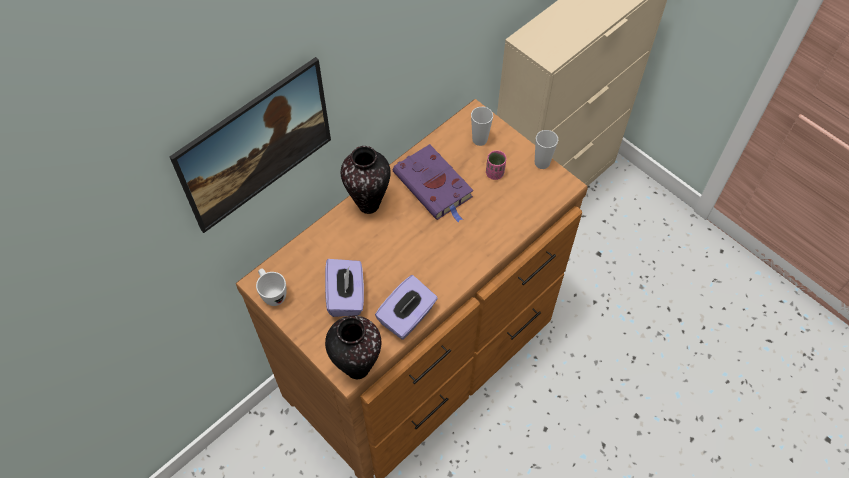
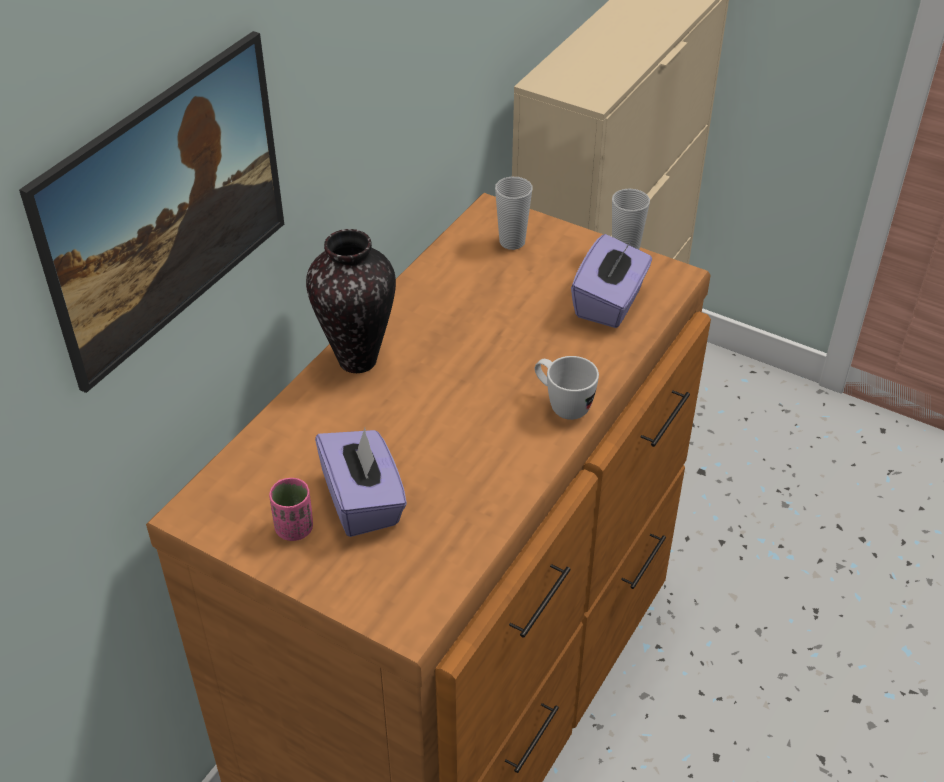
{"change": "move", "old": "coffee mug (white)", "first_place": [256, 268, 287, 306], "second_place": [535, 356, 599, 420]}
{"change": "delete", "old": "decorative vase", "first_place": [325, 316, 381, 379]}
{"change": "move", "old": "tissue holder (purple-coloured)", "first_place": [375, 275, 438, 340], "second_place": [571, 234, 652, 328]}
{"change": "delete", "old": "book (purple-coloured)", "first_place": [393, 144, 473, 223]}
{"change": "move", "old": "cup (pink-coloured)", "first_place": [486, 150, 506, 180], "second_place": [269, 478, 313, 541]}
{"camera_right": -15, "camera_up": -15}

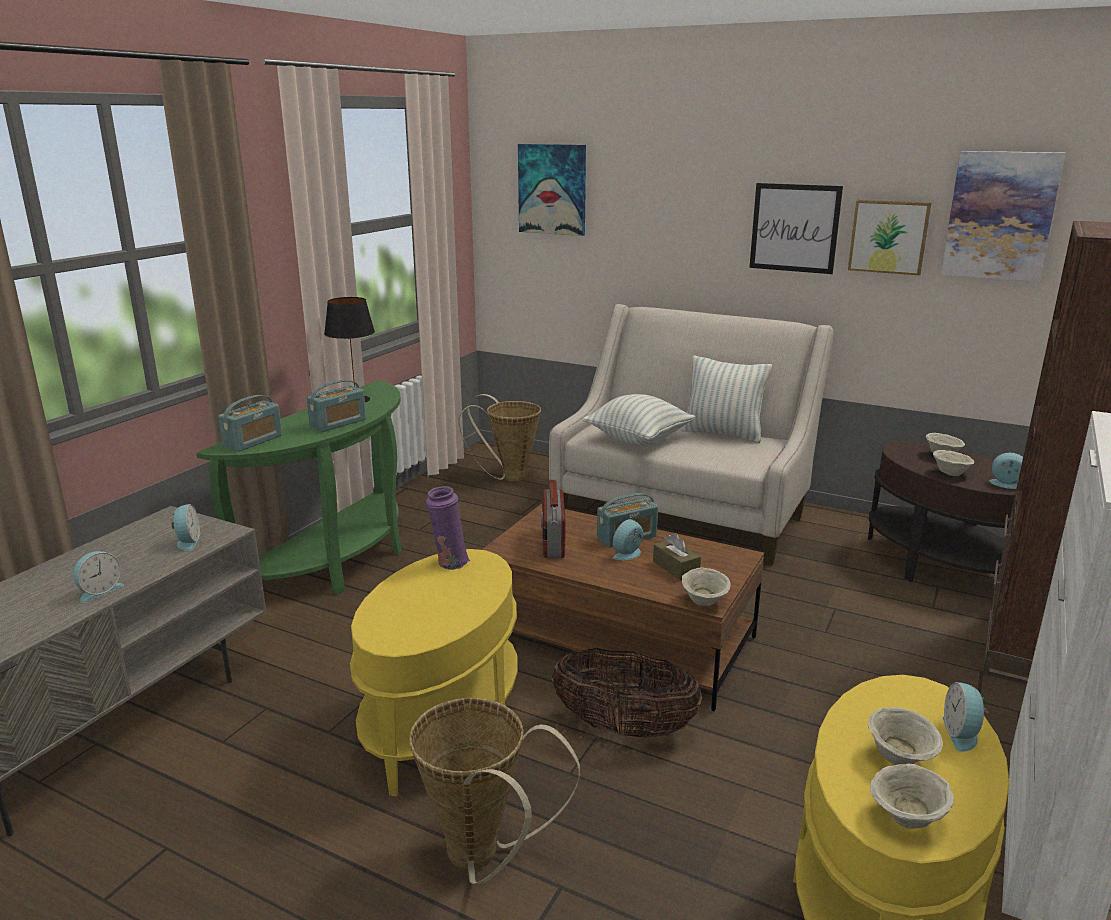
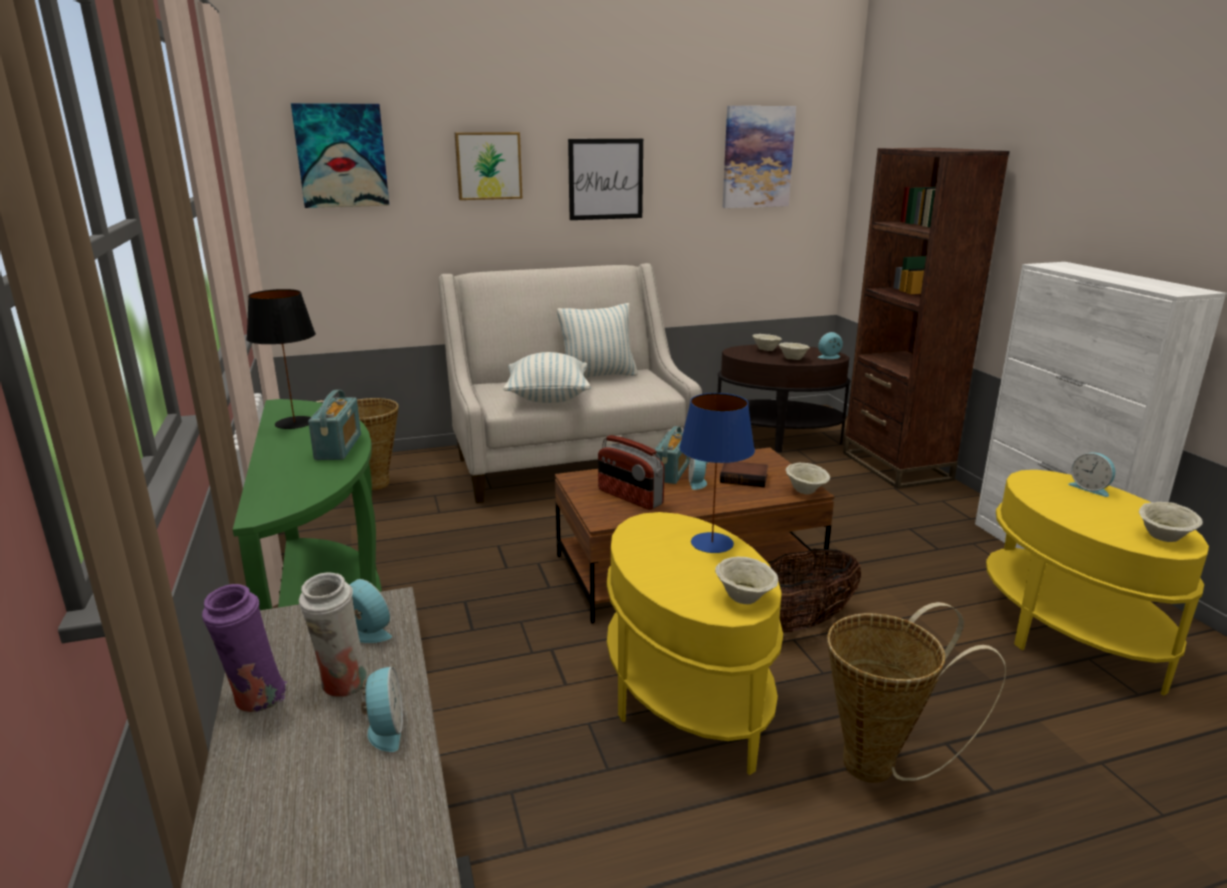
{"change": "delete", "old": "radio receiver", "first_place": [218, 395, 282, 452]}
{"change": "move", "old": "decorative vase (purple-coloured)", "first_place": [426, 486, 470, 570], "second_place": [202, 584, 287, 712]}
{"change": "replace", "old": "tissue holder (brown)", "new": "book", "first_place": [653, 533, 701, 580], "second_place": [720, 462, 768, 487]}
{"change": "move", "old": "picture", "first_place": [848, 200, 931, 275], "second_place": [455, 132, 522, 200]}
{"change": "move", "old": "bowl (beige-coloured)", "first_place": [868, 707, 943, 765], "second_place": [715, 557, 778, 604]}
{"change": "insert", "new": "decorative vase (white)", "second_place": [299, 572, 370, 697]}
{"change": "insert", "new": "tabletop lamp (bluish)", "second_place": [679, 393, 755, 553]}
{"camera_right": -45, "camera_up": 0}

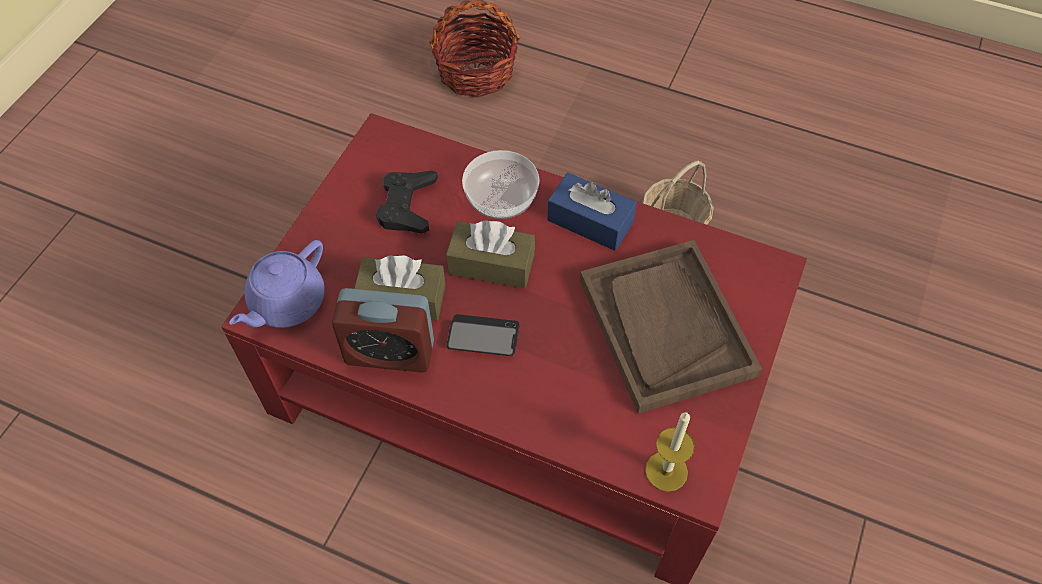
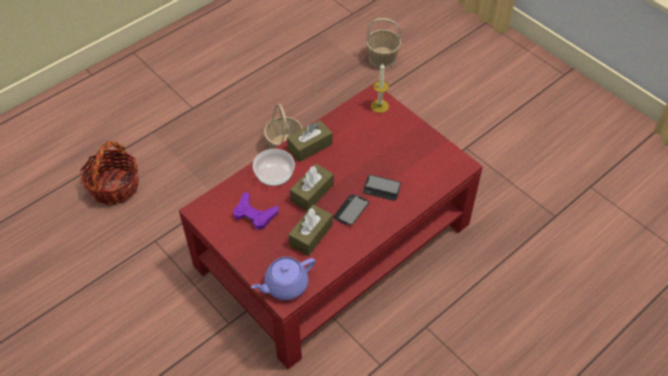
{"change": "rotate", "old": "pot for tea (purple-coloured)", "first_place": [229, 240, 325, 328], "second_place": [251, 257, 316, 300], "degrees": 90}
{"change": "delete", "old": "alarm clock", "first_place": [332, 288, 434, 373]}
{"change": "recolor", "old": "game controller (blackish)", "new": "game controller (purple-coloured)", "first_place": [376, 170, 438, 234], "second_place": [233, 191, 279, 230]}
{"change": "recolor", "old": "tissue holder (bluish)", "new": "tissue holder (brown)", "first_place": [547, 173, 637, 251], "second_place": [287, 120, 333, 162]}
{"change": "delete", "old": "serving tray (brown)", "first_place": [580, 240, 762, 414]}
{"change": "move", "old": "candle", "first_place": [645, 412, 695, 492], "second_place": [371, 63, 389, 113]}
{"change": "insert", "new": "telephone", "second_place": [363, 175, 401, 201]}
{"change": "insert", "new": "basket", "second_place": [366, 18, 402, 69]}
{"camera_right": -65, "camera_up": -5}

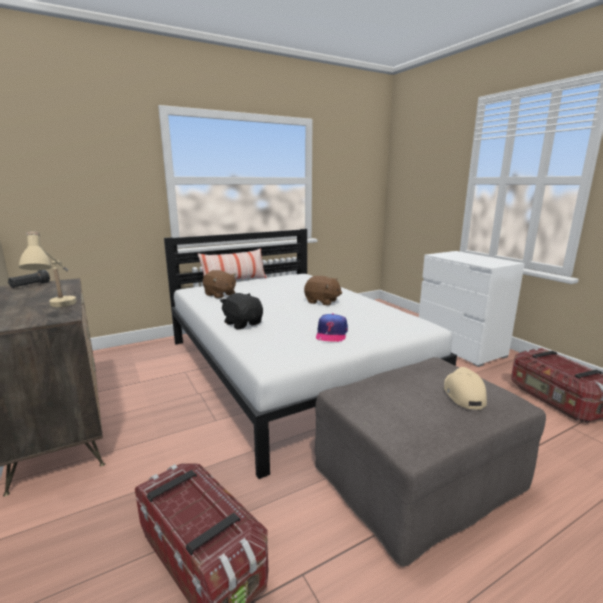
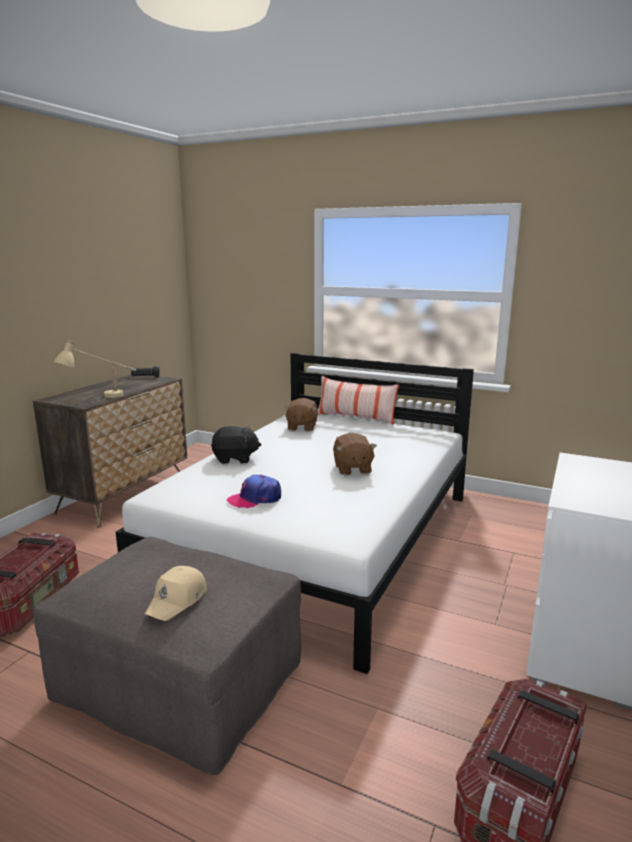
{"change": "rotate", "old": "soft toy (blackish)", "first_place": [220, 293, 263, 329], "second_place": [211, 426, 262, 464], "degrees": 75}
{"change": "rotate", "old": "peaked cap (beige-coloured)", "first_place": [444, 367, 487, 410], "second_place": [145, 566, 207, 621], "degrees": 150}
{"camera_right": 55, "camera_up": 0}

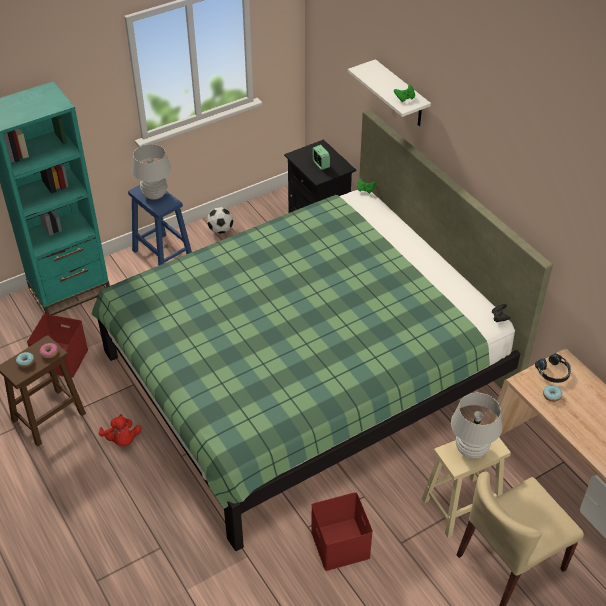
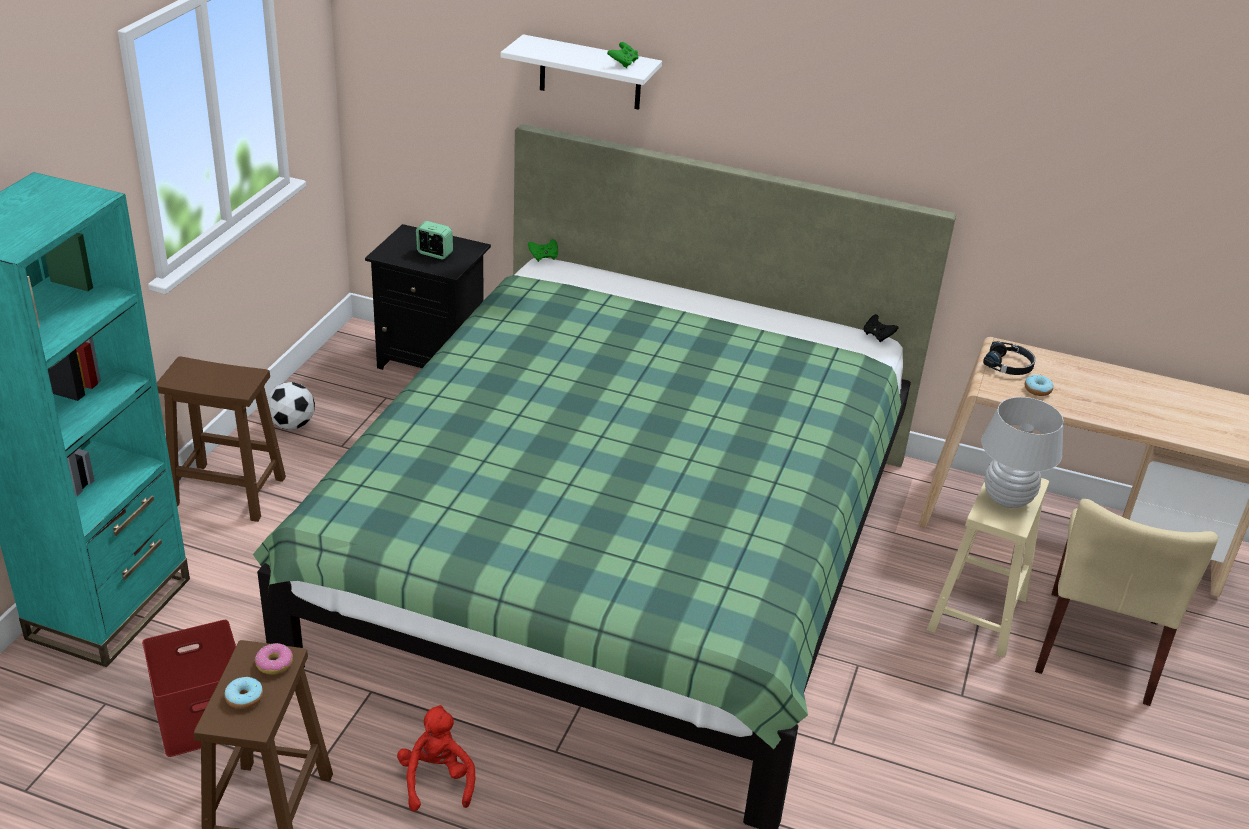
{"change": "rotate", "old": "soft toy (reddish)", "first_place": [99, 414, 141, 446], "second_place": [397, 705, 475, 811], "degrees": -120}
{"change": "recolor", "old": "stool (bluish)", "new": "stool (brown)", "first_place": [128, 185, 192, 266], "second_place": [157, 357, 286, 522]}
{"change": "delete", "old": "tabletop lamp (white)", "first_place": [132, 144, 171, 200]}
{"change": "delete", "old": "storage bin (reddish)", "first_place": [311, 492, 373, 571]}
{"camera_right": -40, "camera_up": -10}

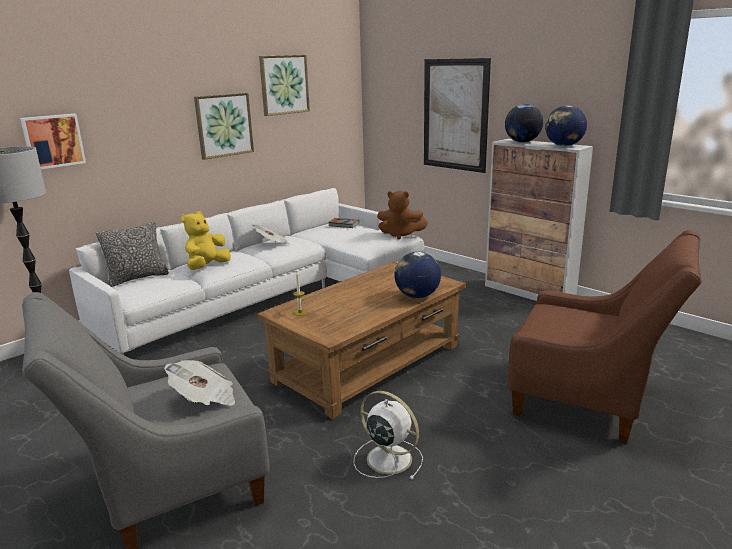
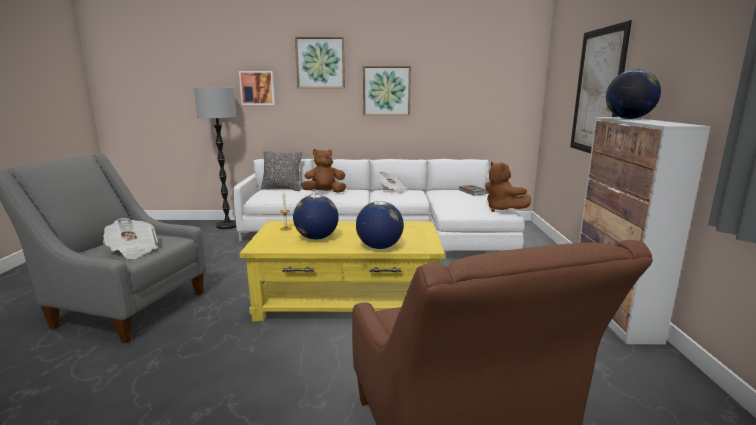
{"change": "recolor", "old": "soft toy (yellowish)", "new": "soft toy (brown)", "first_place": [181, 211, 231, 270], "second_place": [301, 149, 346, 193]}
{"change": "recolor", "old": "low table (brown)", "new": "low table (yellowish)", "first_place": [257, 262, 466, 419], "second_place": [239, 221, 445, 322]}
{"change": "move", "old": "picture", "first_place": [259, 55, 310, 116], "second_place": [295, 37, 345, 88]}
{"change": "delete", "old": "fan (white)", "first_place": [354, 391, 423, 479]}
{"change": "move", "old": "world globe", "first_place": [545, 106, 587, 146], "second_place": [293, 195, 339, 240]}
{"camera_right": 45, "camera_up": -5}

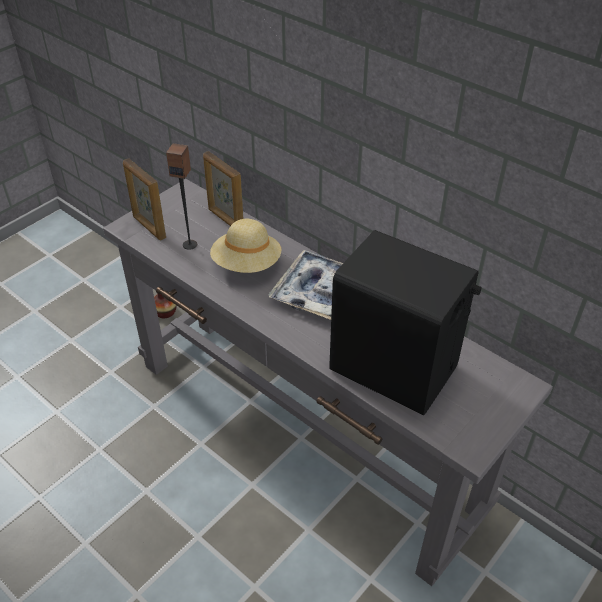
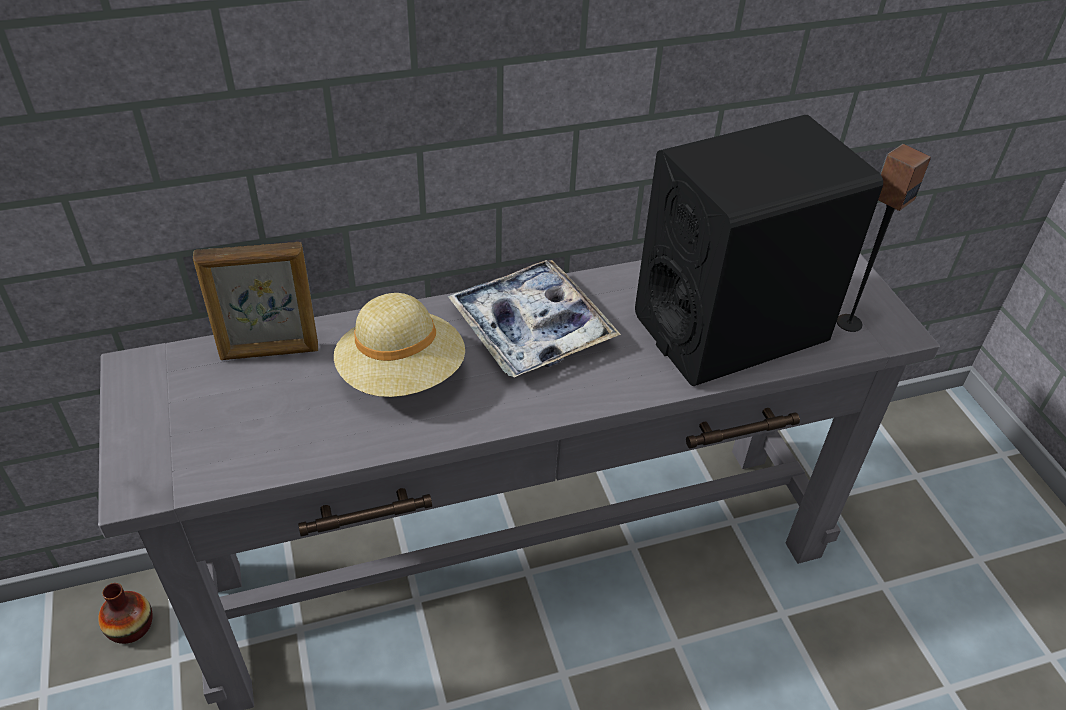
{"change": "delete", "old": "picture frame", "first_place": [123, 158, 166, 240]}
{"change": "move", "old": "audio speaker", "first_place": [166, 143, 197, 250], "second_place": [837, 144, 931, 332]}
{"camera_right": -60, "camera_up": 0}

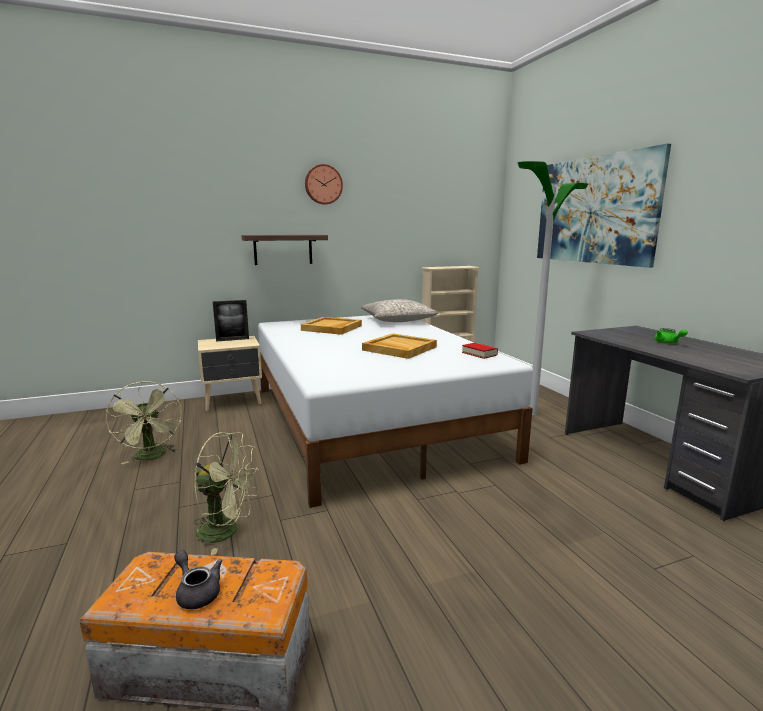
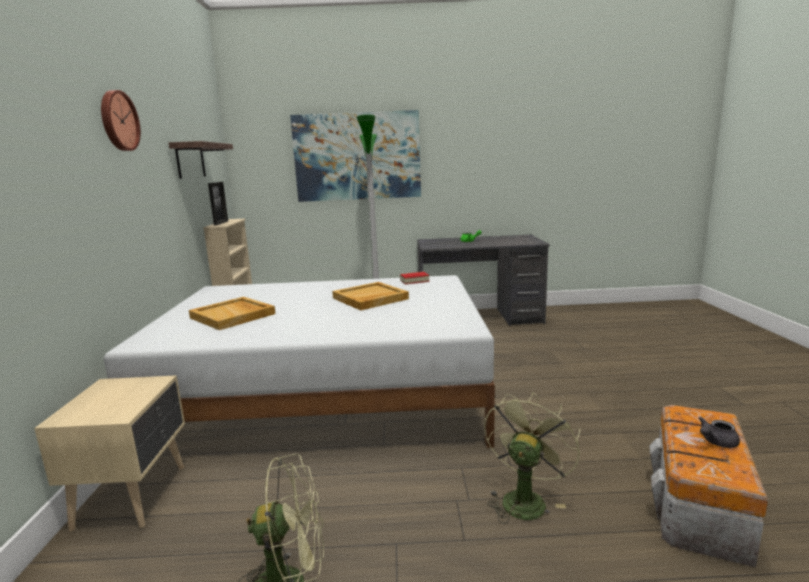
{"change": "move", "old": "picture frame", "first_place": [213, 300, 249, 342], "second_place": [208, 182, 228, 225]}
{"change": "move", "old": "wall shelf", "first_place": [241, 235, 328, 265], "second_place": [169, 141, 233, 179]}
{"change": "delete", "old": "cushion (greyish)", "first_place": [361, 299, 438, 322]}
{"camera_right": -70, "camera_up": 0}

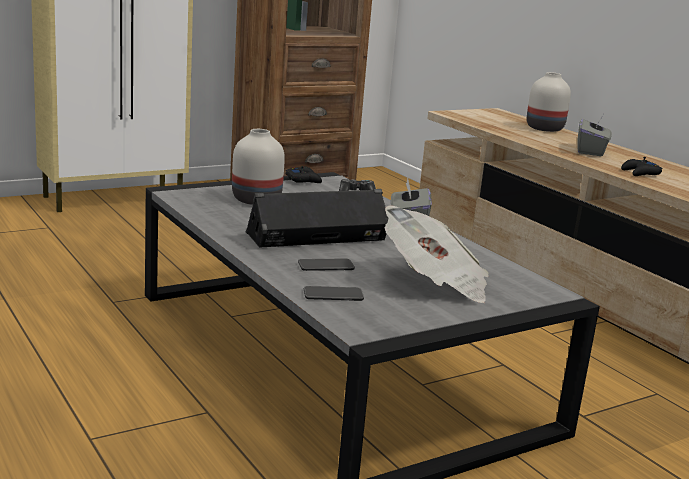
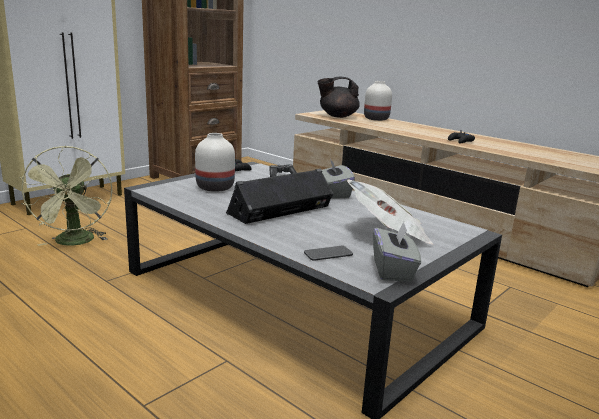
{"change": "delete", "old": "telephone", "first_place": [298, 258, 355, 271]}
{"change": "move", "old": "tissue holder (greyish)", "first_place": [578, 115, 612, 156], "second_place": [373, 222, 421, 282]}
{"change": "insert", "new": "fan (green-coloured)", "second_place": [19, 146, 112, 246]}
{"change": "insert", "new": "pot for tea (blackish)", "second_place": [317, 77, 360, 118]}
{"camera_right": -15, "camera_up": 0}

